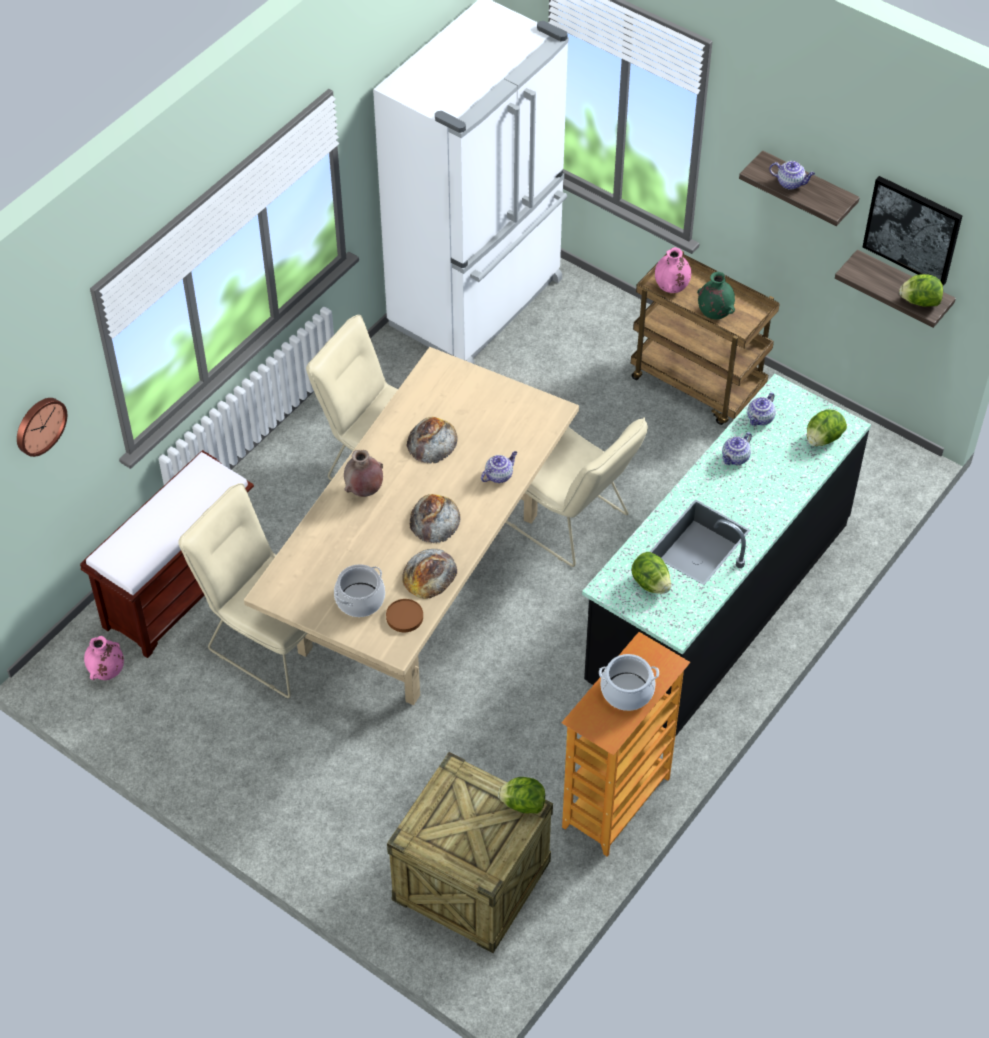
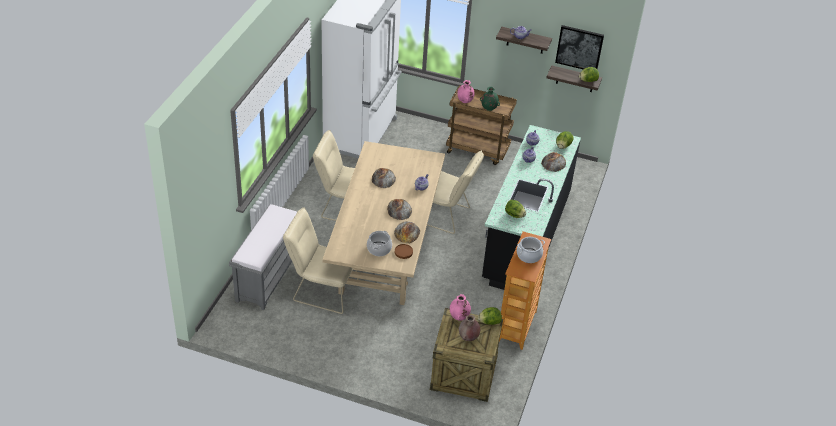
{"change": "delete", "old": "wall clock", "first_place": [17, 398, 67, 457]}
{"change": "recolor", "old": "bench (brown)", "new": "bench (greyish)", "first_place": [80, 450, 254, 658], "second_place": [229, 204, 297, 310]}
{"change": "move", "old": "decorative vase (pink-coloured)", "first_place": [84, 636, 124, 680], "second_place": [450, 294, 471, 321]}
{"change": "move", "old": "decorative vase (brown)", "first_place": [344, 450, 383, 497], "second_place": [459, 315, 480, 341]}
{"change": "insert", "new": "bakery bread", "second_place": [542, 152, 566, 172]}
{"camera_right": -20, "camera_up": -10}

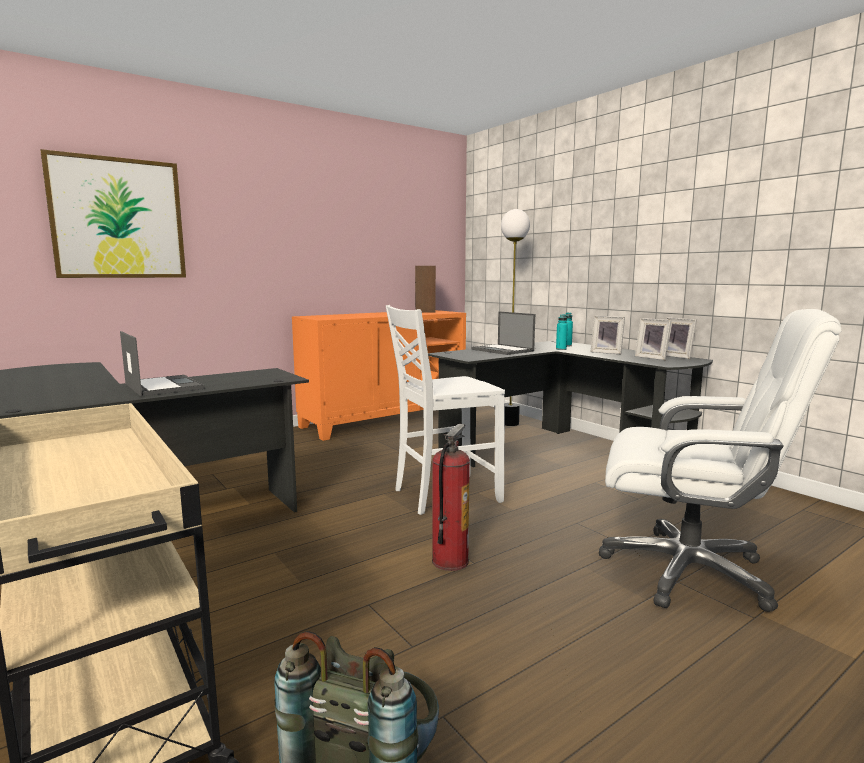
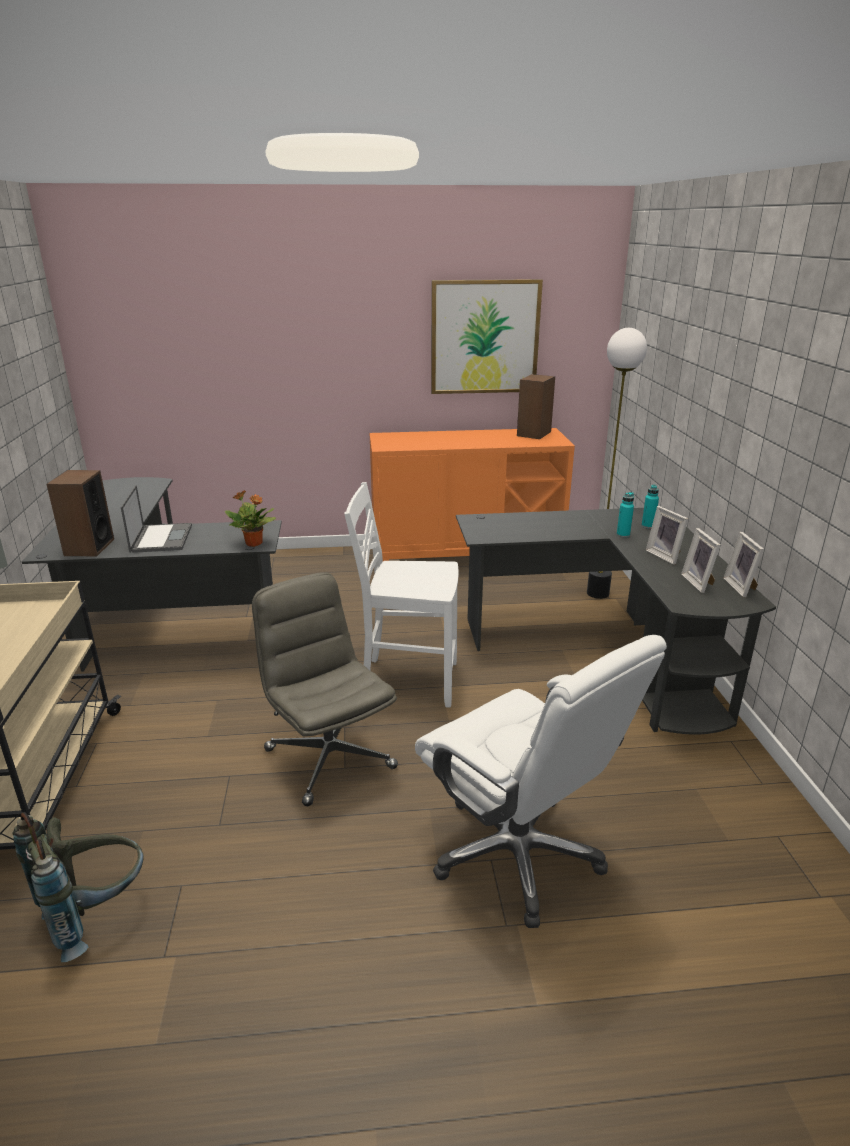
{"change": "move", "old": "picture", "first_place": [40, 149, 186, 278], "second_place": [431, 279, 543, 394]}
{"change": "replace", "old": "fire extinguisher", "new": "office chair (greyish)", "first_place": [432, 424, 470, 571], "second_place": [252, 572, 398, 806]}
{"change": "delete", "old": "laptop", "first_place": [471, 311, 535, 355]}
{"change": "insert", "new": "audio speaker", "second_place": [47, 470, 114, 556]}
{"change": "insert", "new": "potted plant", "second_place": [225, 490, 276, 547]}
{"camera_right": 30, "camera_up": 15}

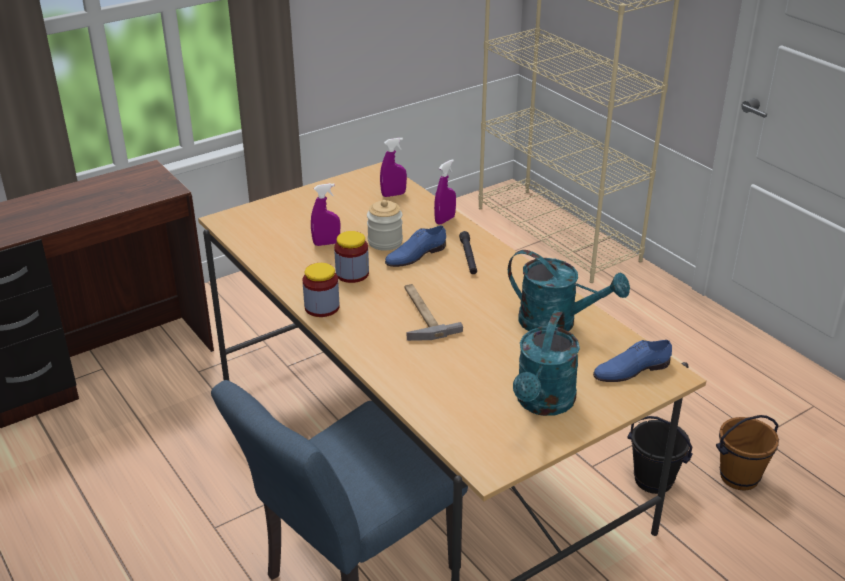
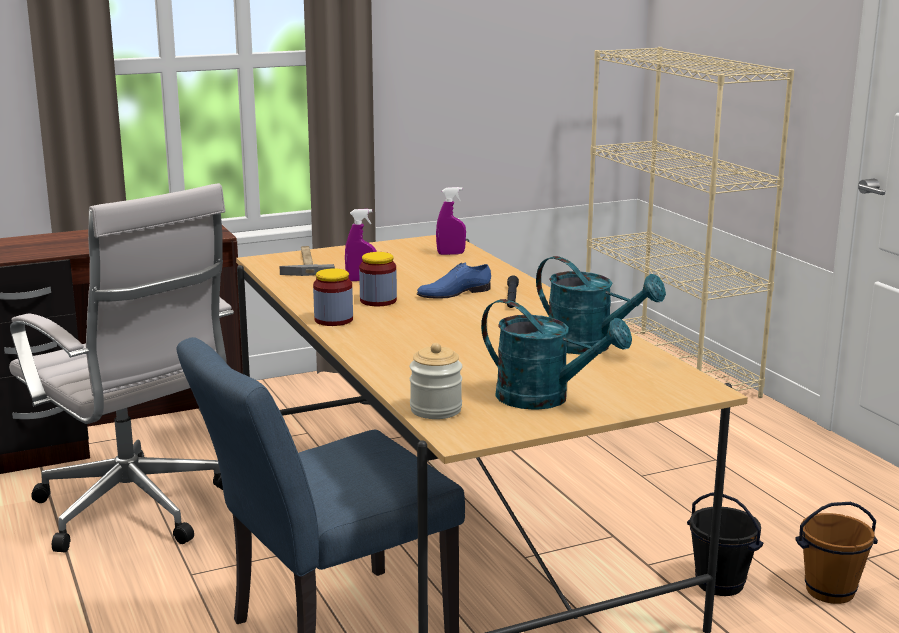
{"change": "move", "old": "jar", "first_place": [367, 200, 403, 251], "second_place": [410, 343, 462, 419]}
{"change": "move", "old": "hand hammer", "first_place": [404, 284, 463, 341], "second_place": [280, 246, 335, 276]}
{"change": "delete", "old": "hand sprayer (purple-coloured)", "first_place": [434, 159, 456, 225]}
{"change": "rotate", "old": "sprinkling can (blue-green)", "first_place": [513, 310, 580, 416], "second_place": [481, 299, 632, 410], "degrees": -90}
{"change": "delete", "old": "low shoe (bluish)", "first_place": [593, 340, 672, 382]}
{"change": "insert", "new": "office chair (white)", "second_place": [9, 183, 234, 553]}
{"camera_right": 10, "camera_up": -15}

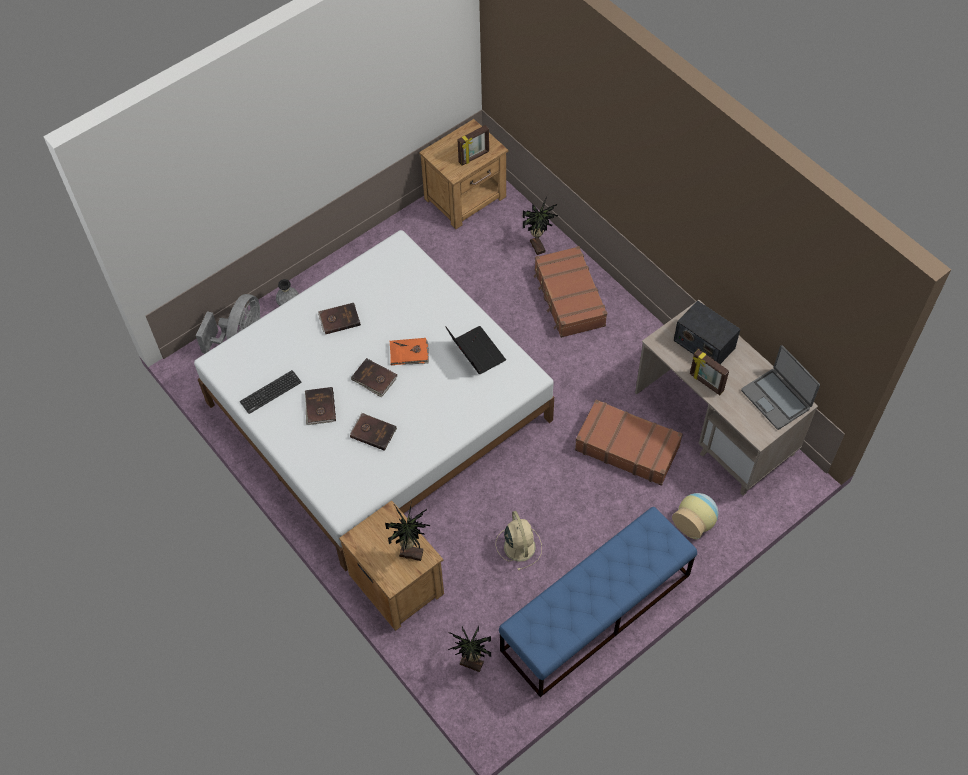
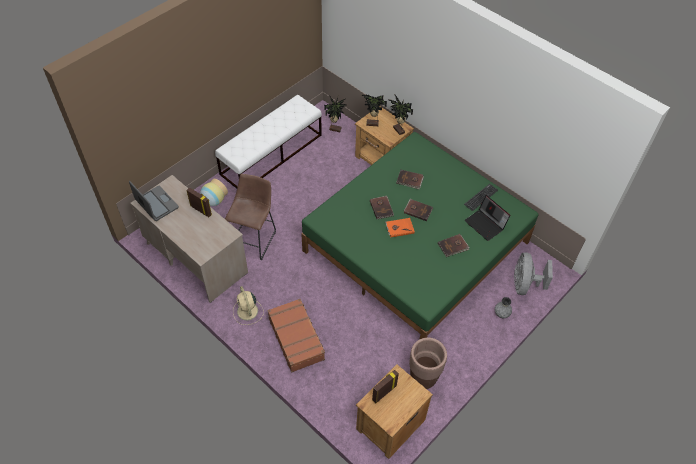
{"change": "recolor", "old": "sleeping bed (white)", "new": "sleeping bed (green-coloured)", "first_place": [194, 230, 554, 571], "second_place": [301, 132, 538, 339]}
{"change": "move", "old": "book (brown)", "first_place": [305, 387, 336, 425], "second_place": [370, 196, 394, 219]}
{"change": "move", "old": "laptop", "first_place": [446, 326, 506, 374], "second_place": [464, 195, 510, 241]}
{"change": "move", "old": "fan (beige-coloured)", "first_place": [495, 511, 542, 571], "second_place": [233, 286, 264, 325]}
{"change": "recolor", "old": "bench (bluish)", "new": "bench (white)", "first_place": [499, 507, 697, 697], "second_place": [215, 95, 322, 189]}
{"change": "move", "old": "potted plant", "first_place": [523, 197, 558, 255], "second_place": [388, 94, 413, 135]}
{"change": "replace", "old": "piece of luggage (brown)", "new": "stool (brown)", "first_place": [575, 399, 683, 486], "second_place": [225, 174, 276, 260]}
{"change": "delete", "old": "radio receiver", "first_place": [674, 301, 740, 364]}
{"change": "insert", "new": "planter (brown)", "second_place": [409, 338, 447, 389]}
{"camera_right": 170, "camera_up": -5}

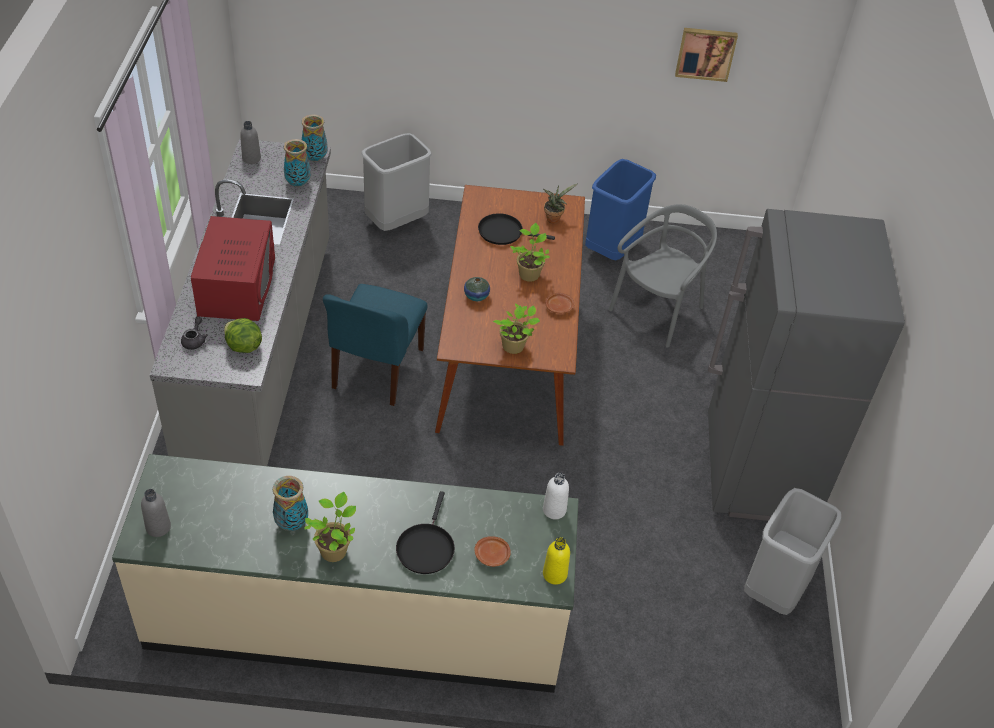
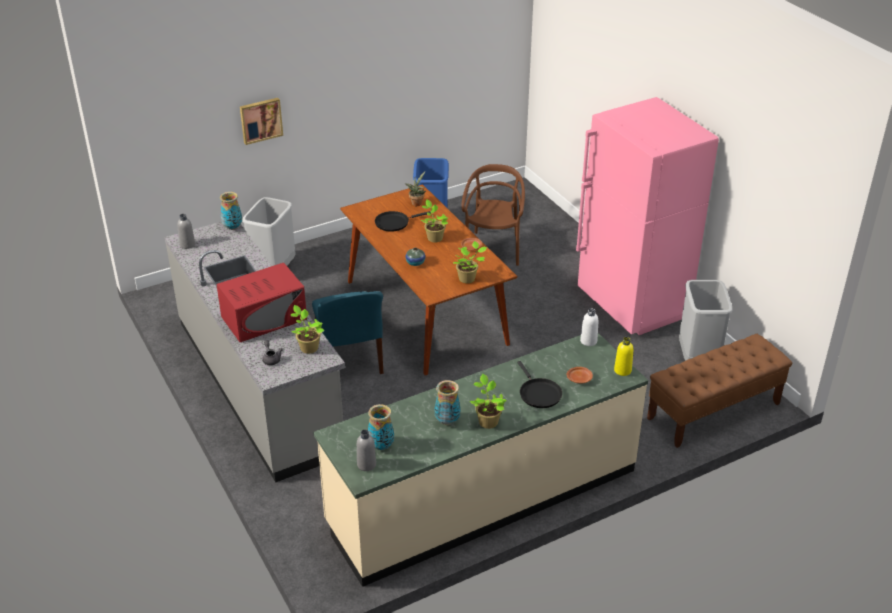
{"change": "rotate", "old": "microwave (reddish)", "first_place": [191, 216, 275, 321], "second_place": [216, 263, 307, 342], "degrees": 90}
{"change": "replace", "old": "lettuce", "new": "potted plant", "first_place": [224, 318, 262, 353], "second_place": [291, 305, 324, 354]}
{"change": "move", "old": "decorative vase", "first_place": [284, 139, 311, 187], "second_place": [368, 404, 394, 450]}
{"change": "recolor", "old": "chair (greyish)", "new": "chair (brown)", "first_place": [609, 204, 717, 348], "second_place": [461, 164, 525, 266]}
{"change": "move", "old": "picture", "first_place": [675, 28, 738, 82], "second_place": [240, 98, 283, 145]}
{"change": "recolor", "old": "kitchen fridge (greyish)", "new": "kitchen fridge (pink-coloured)", "first_place": [708, 209, 905, 521], "second_place": [576, 97, 719, 335]}
{"change": "insert", "new": "bench (brown)", "second_place": [647, 334, 792, 448]}
{"camera_right": -30, "camera_up": -10}

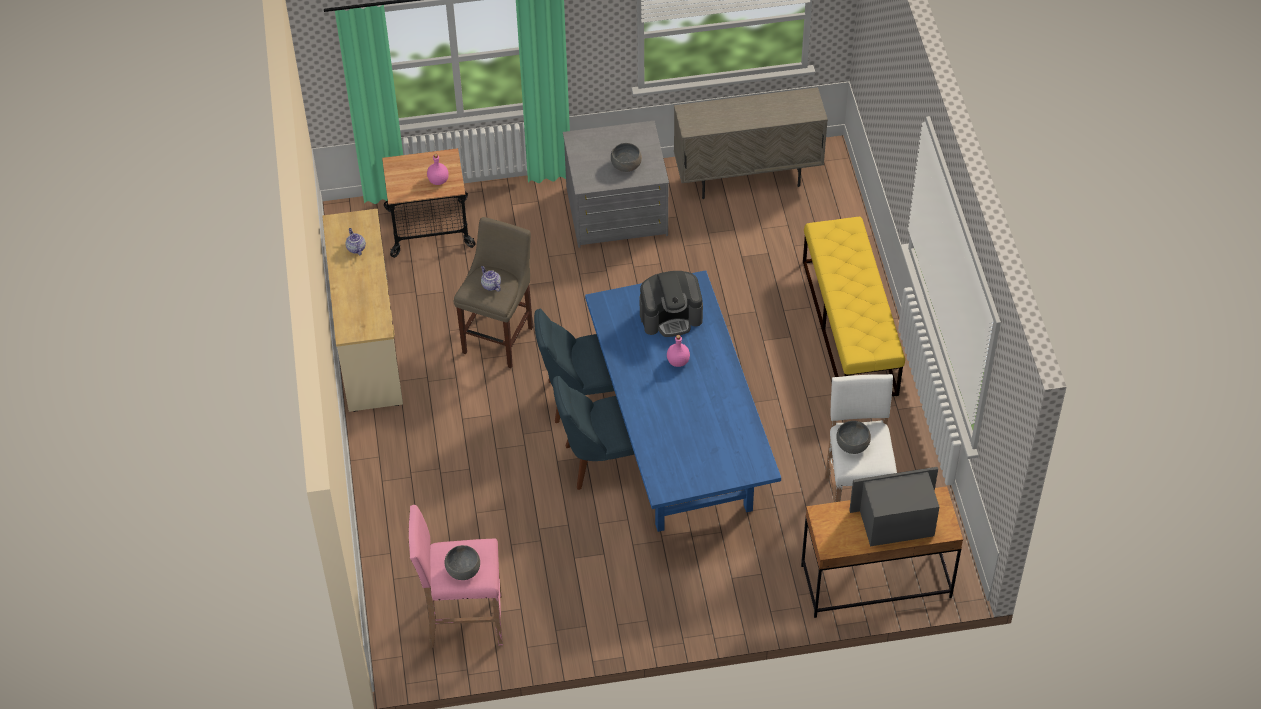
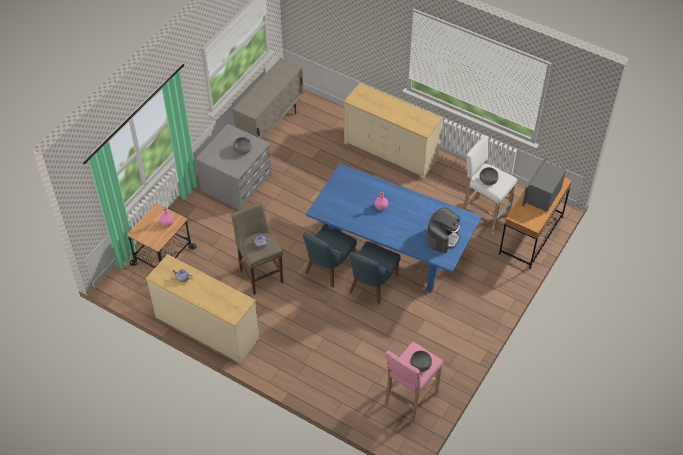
{"change": "move", "old": "coffee brewer", "first_place": [640, 271, 703, 337], "second_place": [426, 207, 460, 253]}
{"change": "replace", "old": "bench (yellowish)", "new": "chest of drawers (beige-coloured)", "first_place": [803, 217, 905, 396], "second_place": [344, 83, 443, 179]}
{"camera_right": -50, "camera_up": 0}

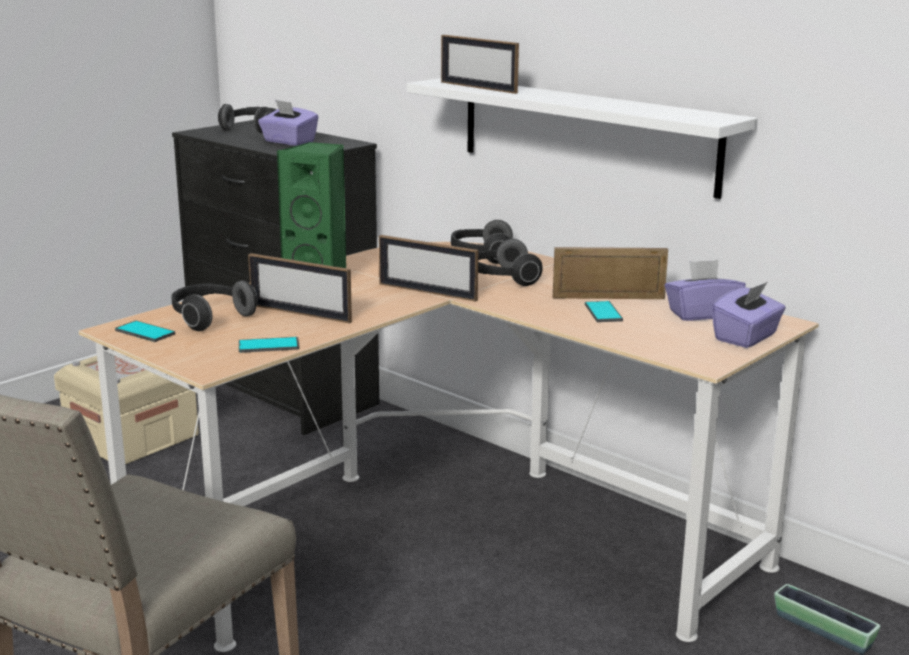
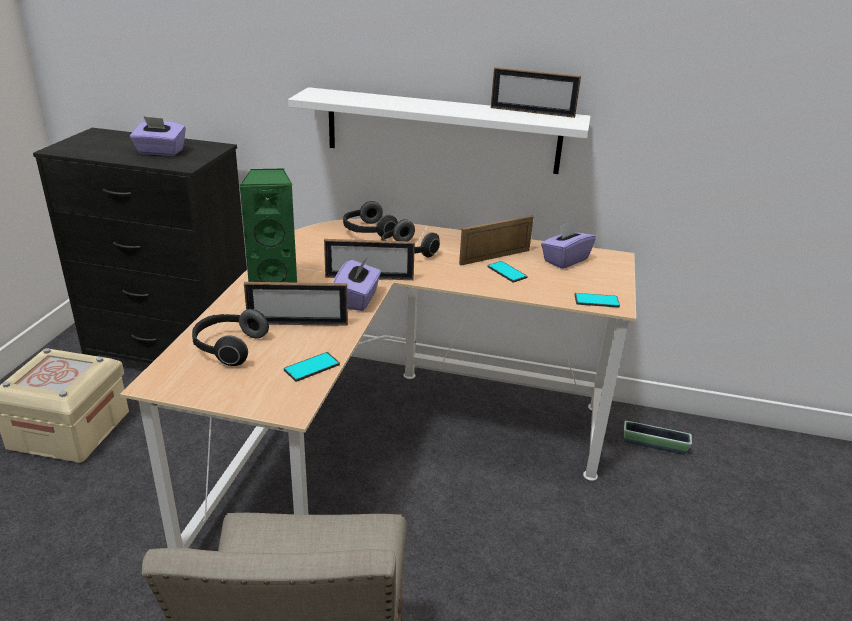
{"change": "move", "old": "telephone", "first_place": [115, 321, 175, 342], "second_place": [575, 293, 620, 308]}
{"change": "delete", "old": "pair of headphones", "first_place": [218, 104, 277, 133]}
{"change": "move", "old": "picture frame", "first_place": [441, 35, 519, 94], "second_place": [491, 67, 581, 118]}
{"change": "move", "old": "tissue holder (purple-coloured)", "first_place": [712, 282, 786, 348], "second_place": [333, 258, 381, 311]}
{"camera_right": -30, "camera_up": 10}

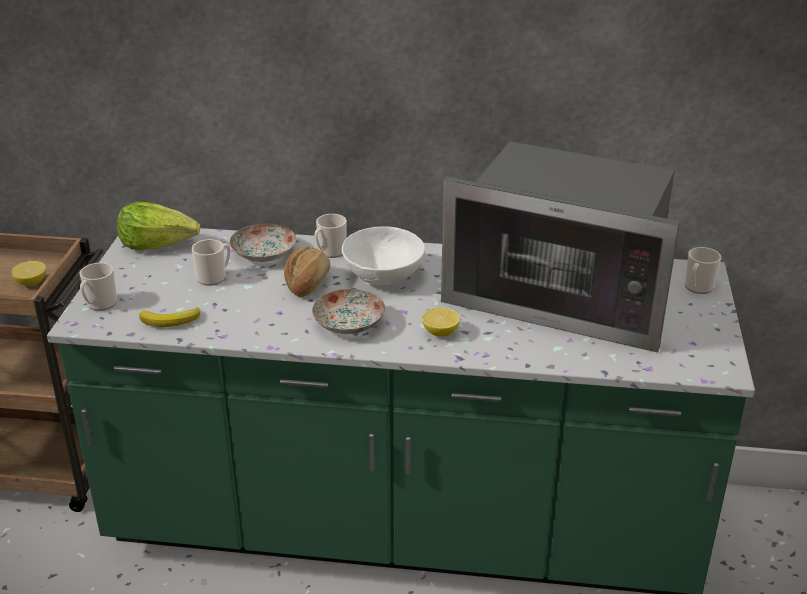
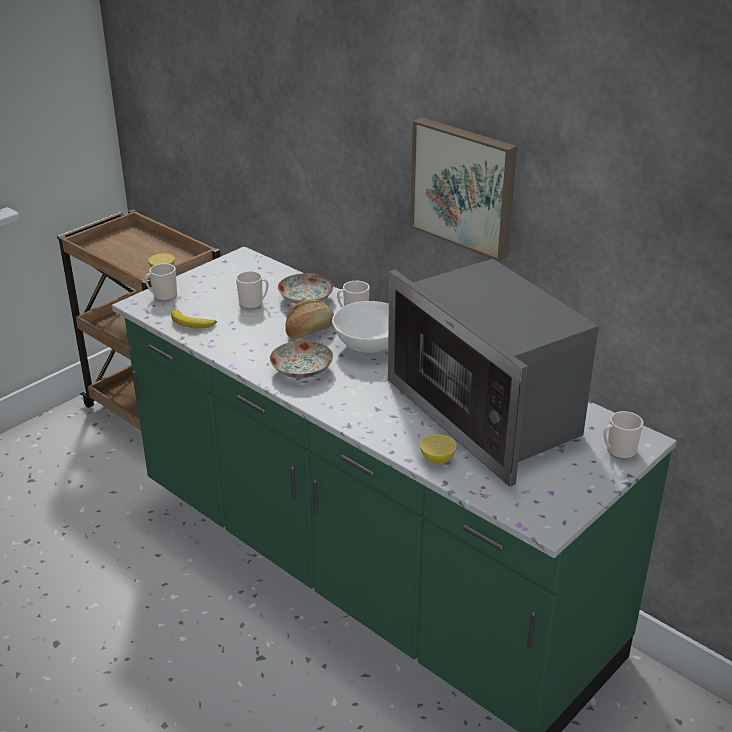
{"change": "delete", "old": "lettuce", "first_place": [117, 202, 200, 250]}
{"change": "move", "old": "whole lemon", "first_place": [422, 307, 460, 337], "second_place": [420, 434, 457, 464]}
{"change": "insert", "new": "picture", "second_place": [410, 118, 517, 261]}
{"camera_right": 35, "camera_up": 0}

